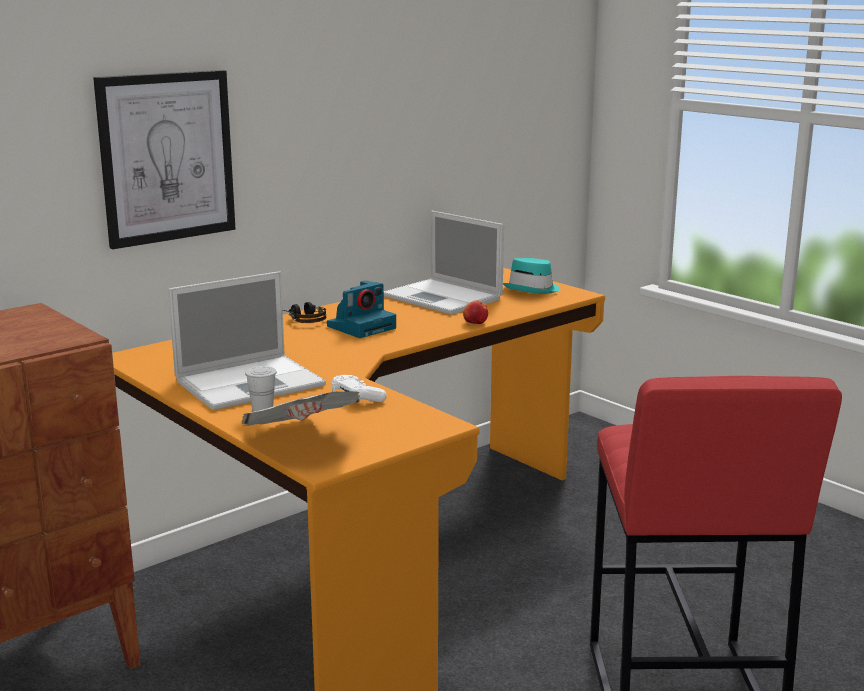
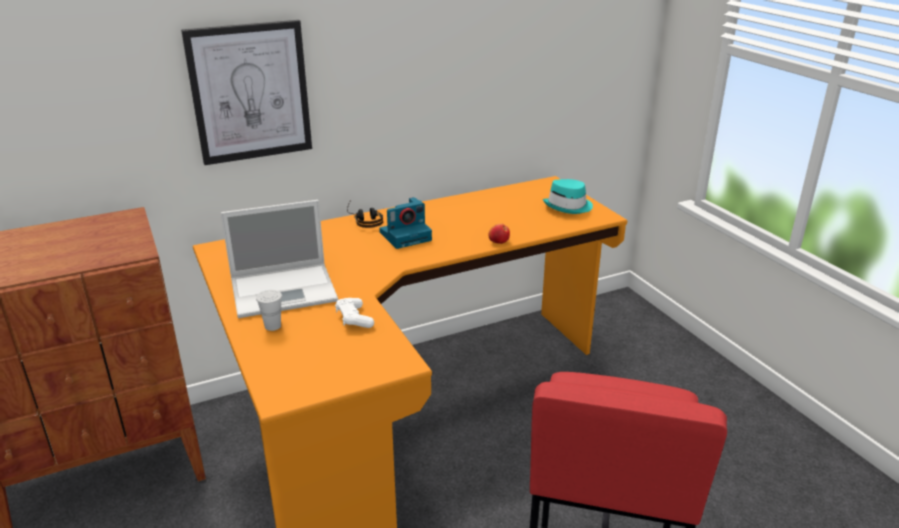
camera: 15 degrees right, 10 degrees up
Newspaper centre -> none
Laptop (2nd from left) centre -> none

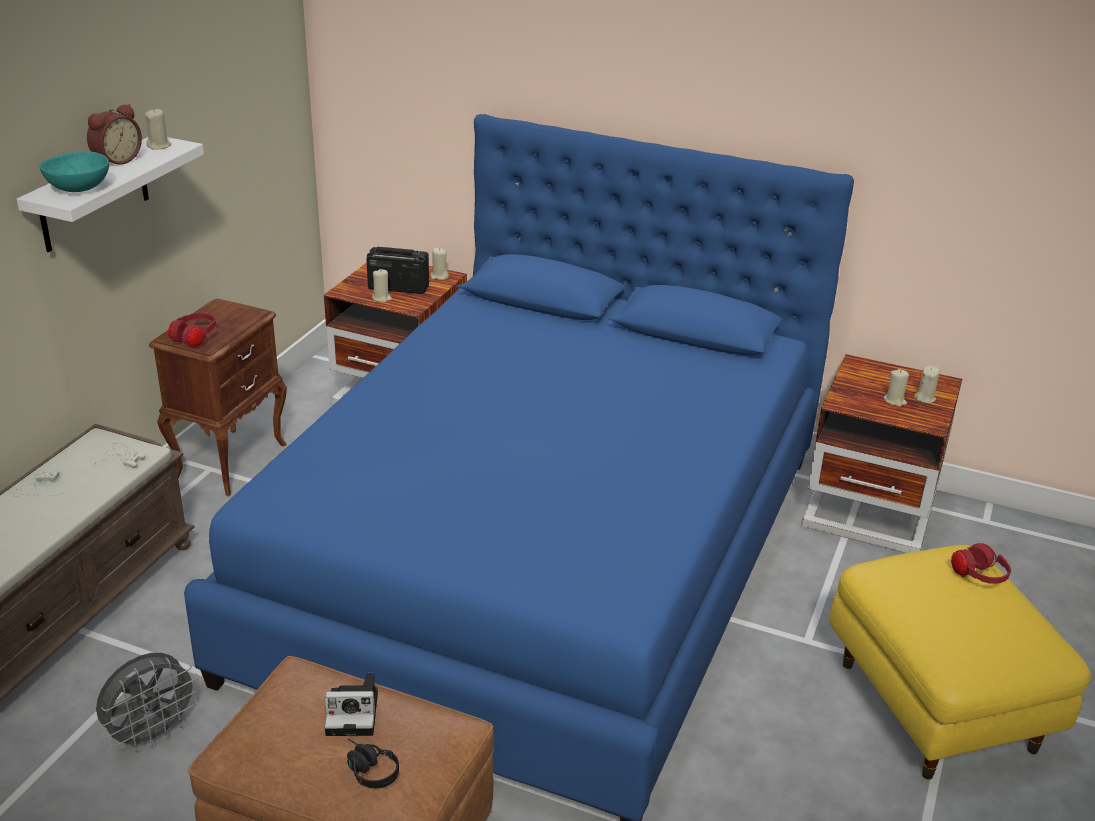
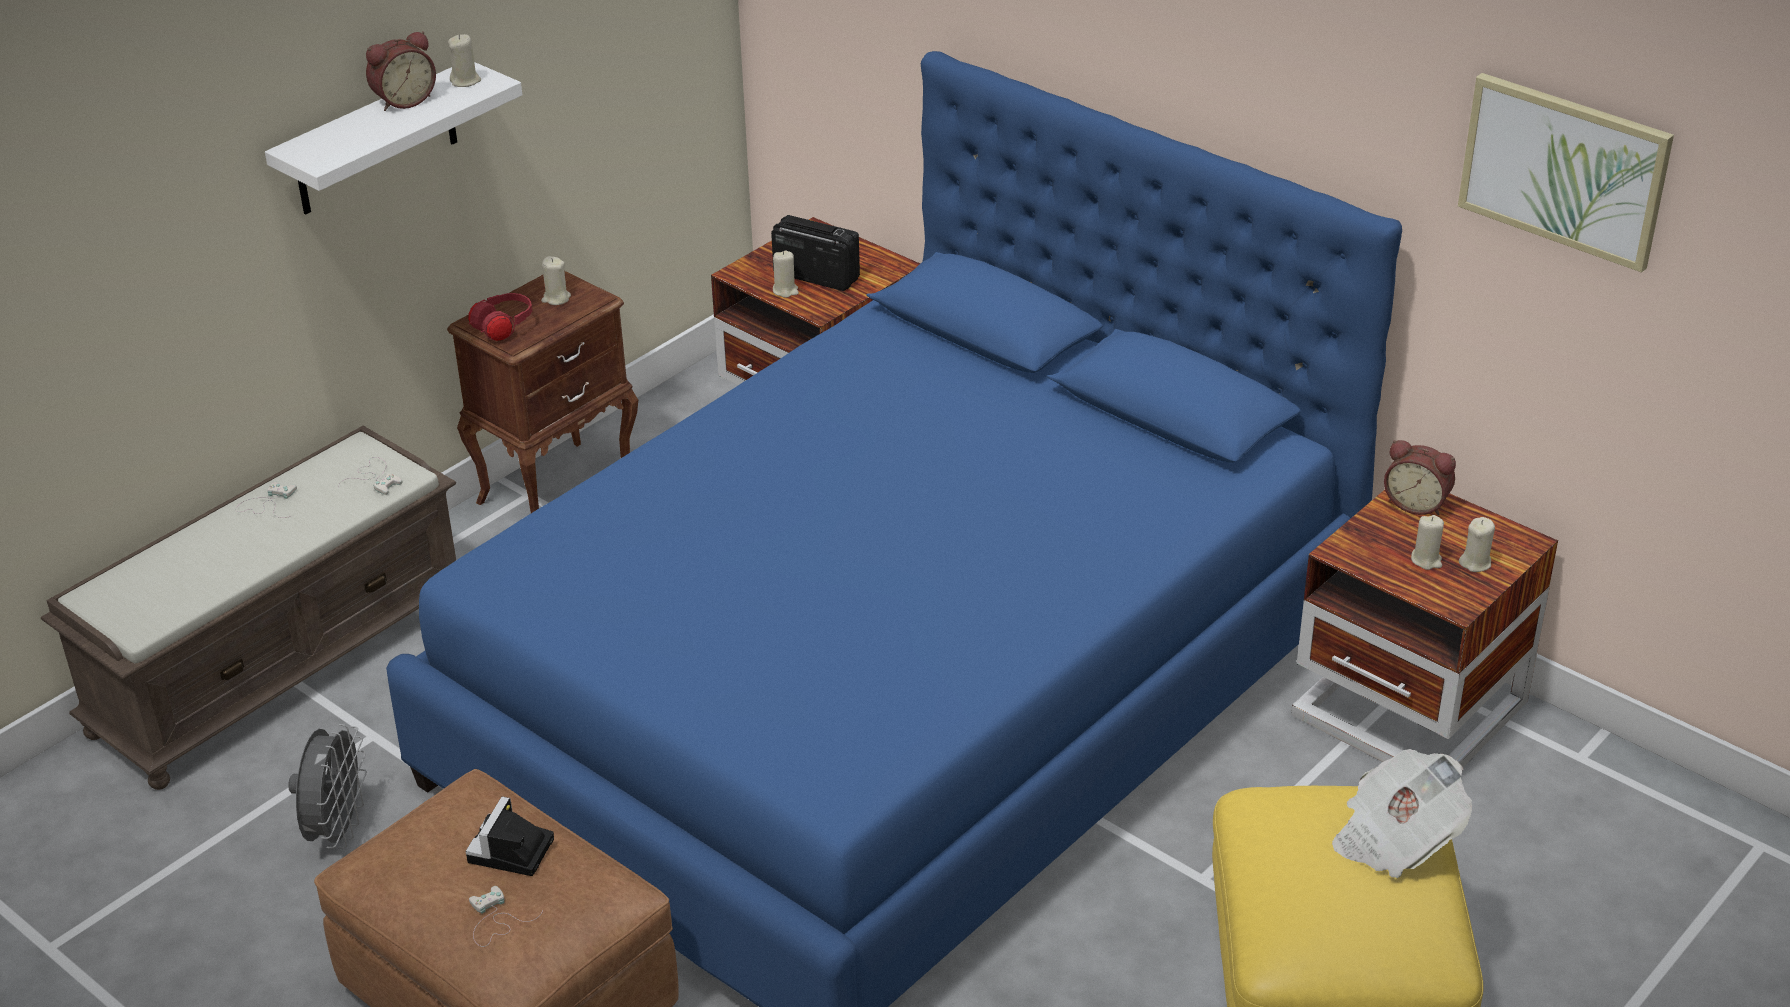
camera: 20 degrees right, 5 degrees up
TurquoiseBowl top left -> none
none -> AlarmClock (2nd from left) middle right
none -> Picture top right
BeigeCandle (3rd from left in the first image) top centre -> BeigeCandle (2nd from left) top left, move
BlackHeadphones bottom centre -> WhiteGameController (3rd from left) bottom left
RedHeadphones (2nd from left) bottom right -> Newspaper bottom right
GreyFan bottom left, 60 degrees counterclockwise
PhotoCamera bottom left, 90 degrees clockwise

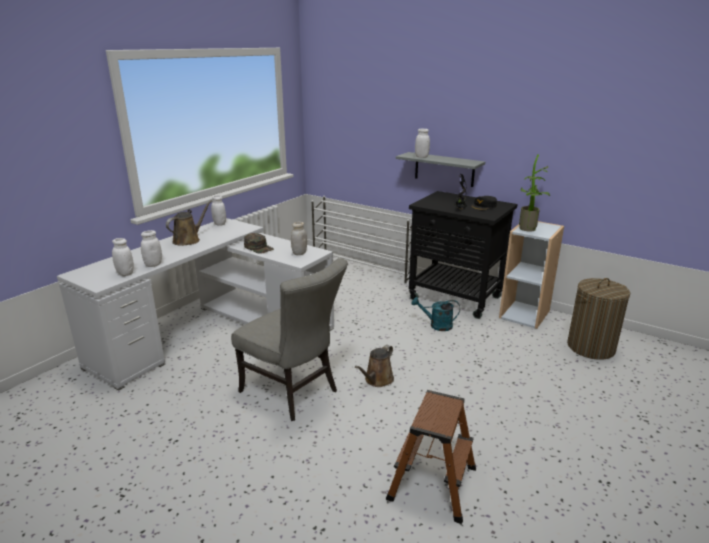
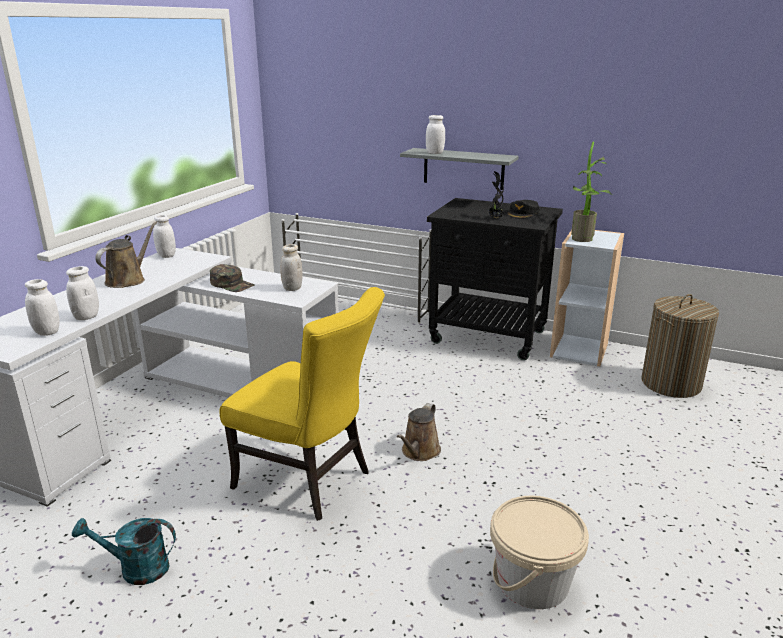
camera: 10 degrees left, 0 degrees up
TurquoiseWateringCan centre -> TurquoiseWateringCan bottom left, move
BrownStepLadder bottom centre -> BeigeBucket bottom right
GreyChair centre -> YellowChair centre

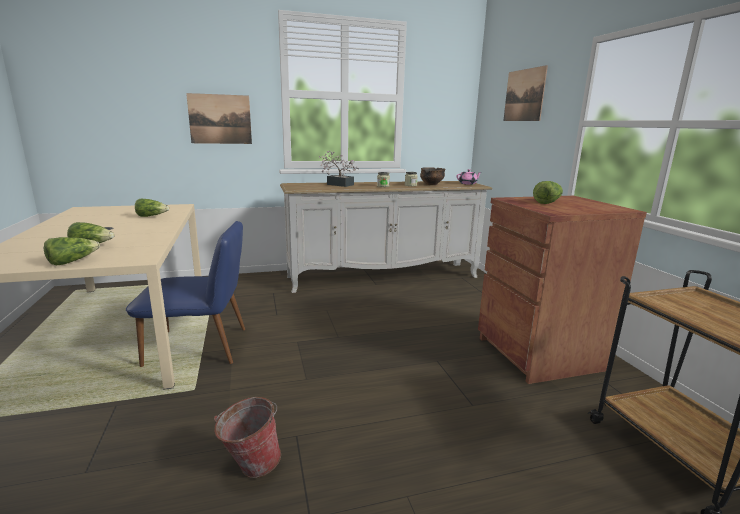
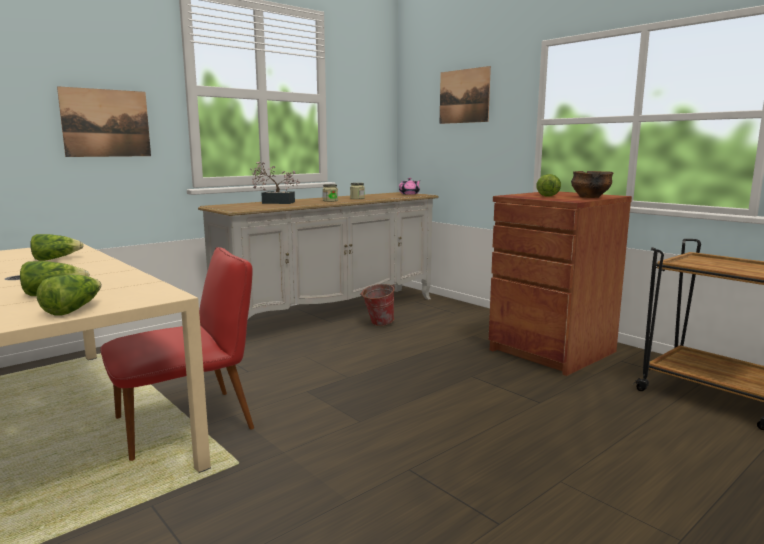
camera: 25 degrees left, 5 degrees down
Bucket bottom centre -> Bucket centre, move
Bowl centre -> Bowl middle right, move
BlueChair middle left -> RedChair middle left

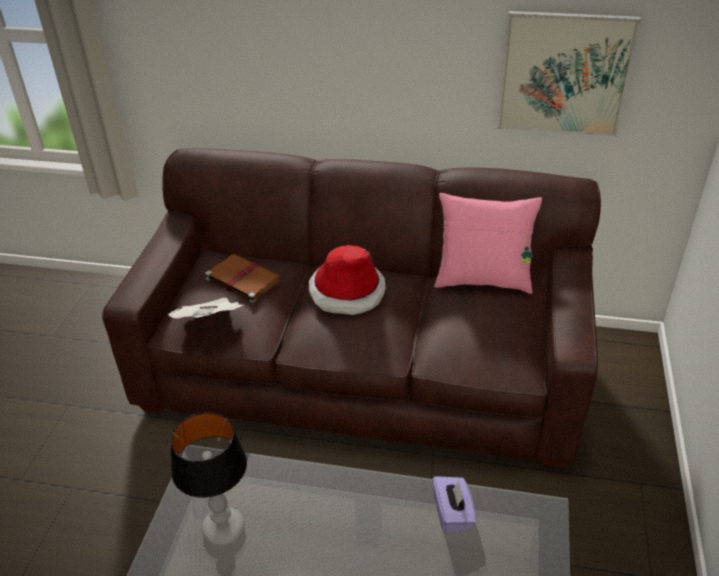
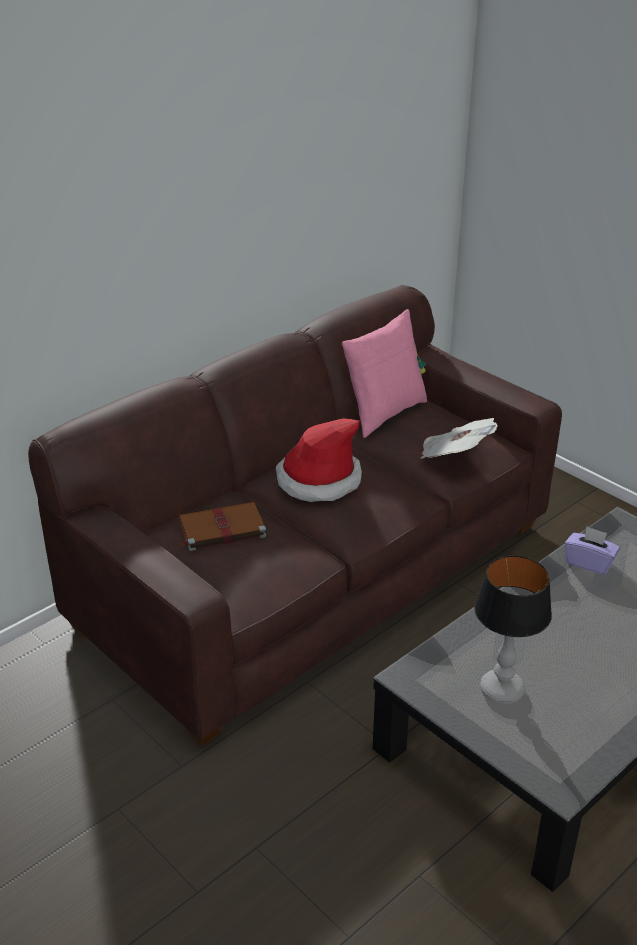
camera: 55 degrees left, 5 degrees down
Picture top right -> none
Newspaper middle left -> Newspaper middle right, move

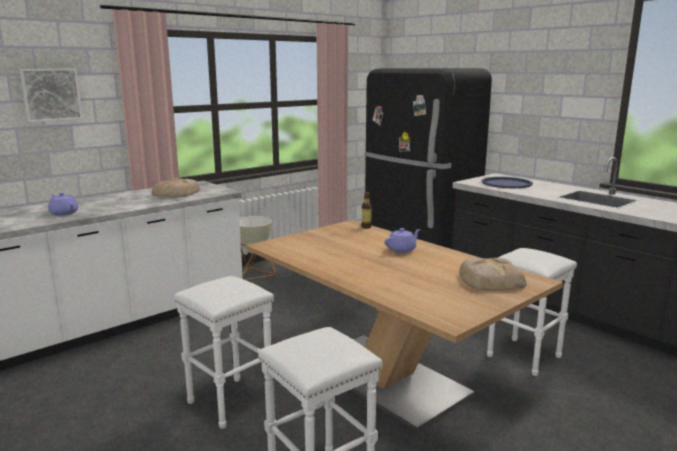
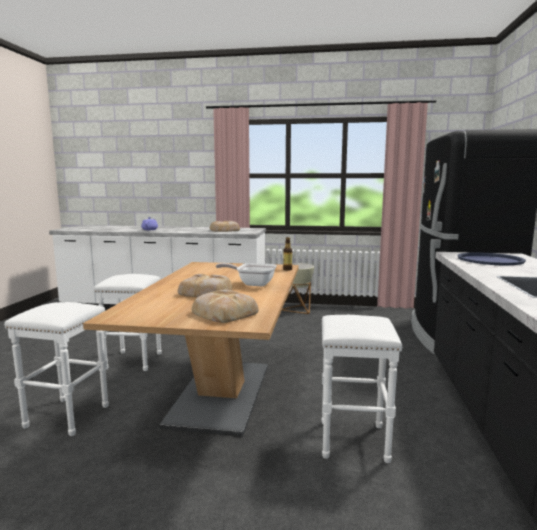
camera: 50 degrees right, 5 degrees down
Picture top left -> none
none -> Bread (1st from left) centre
PurpleTeapot (2nd from left) centre -> FryingPan centre

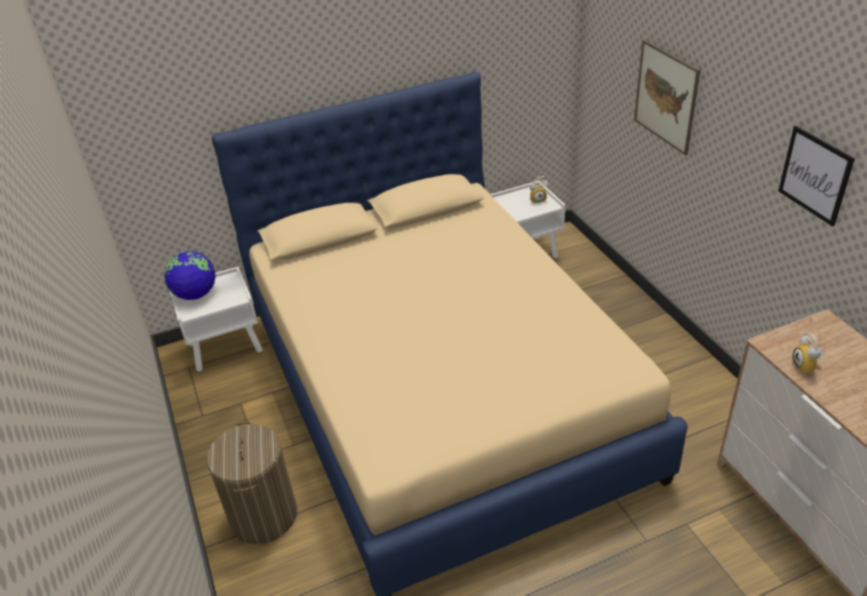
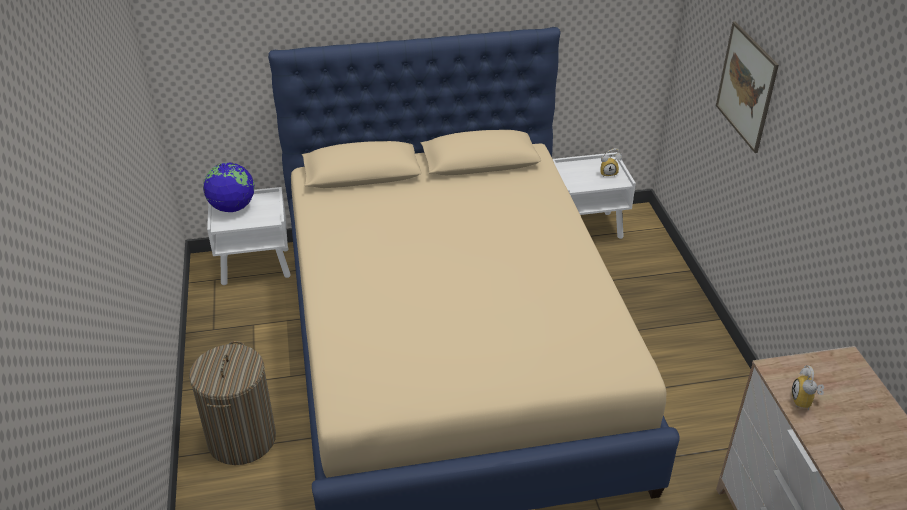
camera: 10 degrees right, 0 degrees up
Picture (2nd from left) top right -> none

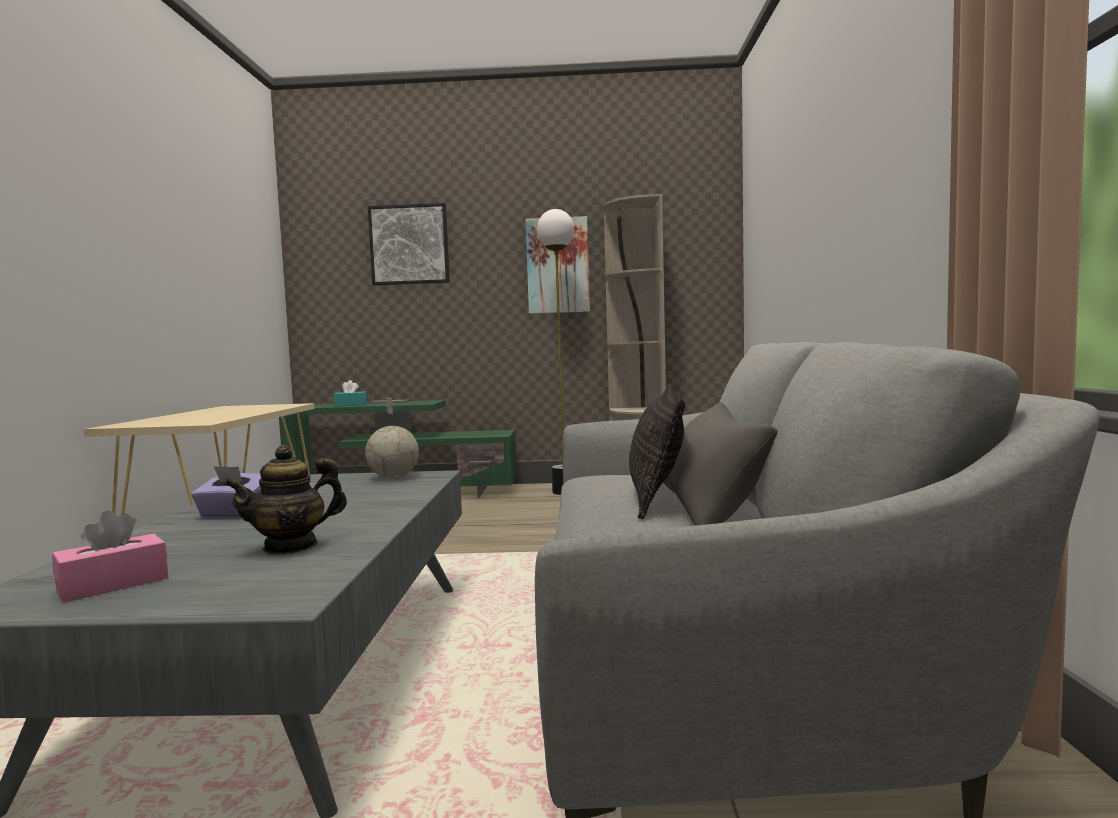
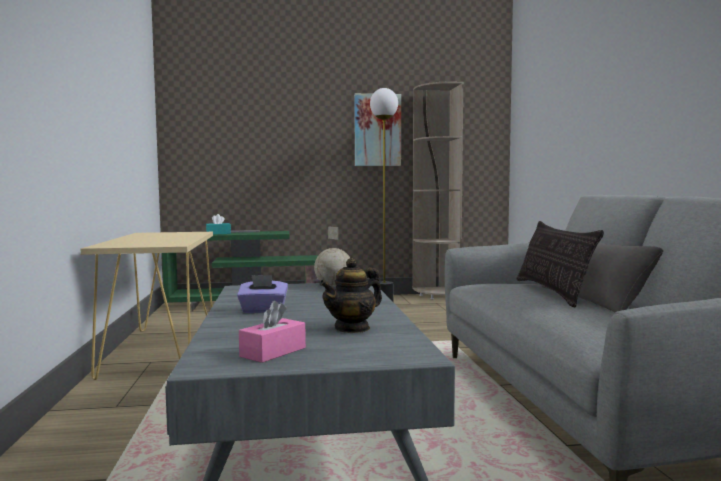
camera: 10 degrees left, 0 degrees up
Picture (1st from left) top centre -> none

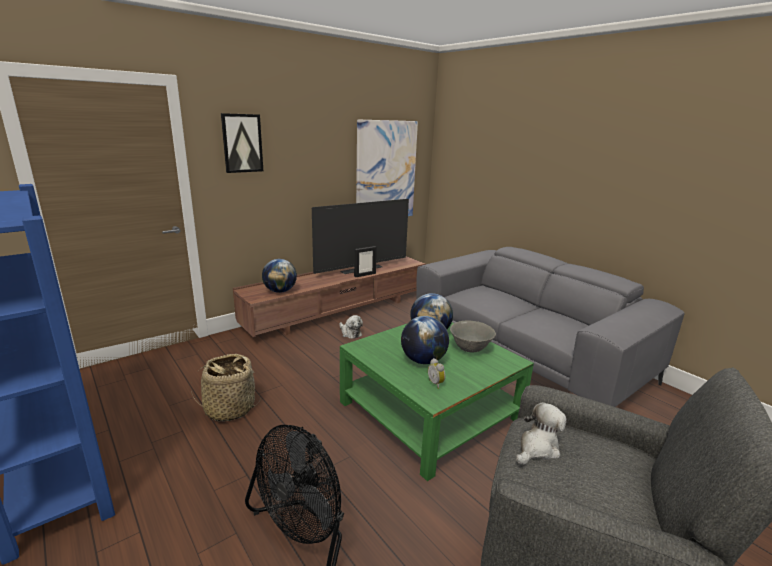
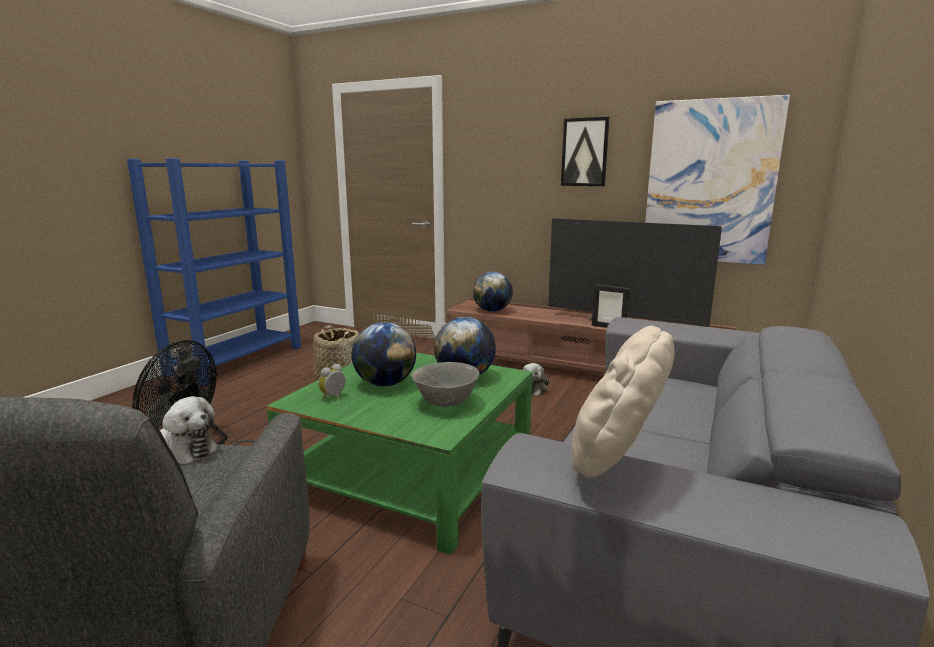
camera: 65 degrees right, 5 degrees down
none -> BeigePillow middle right
Picture (1st from left) top left -> Picture (1st from left) top centre, move

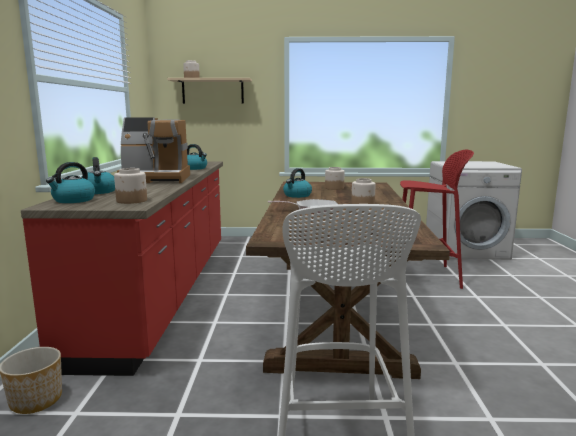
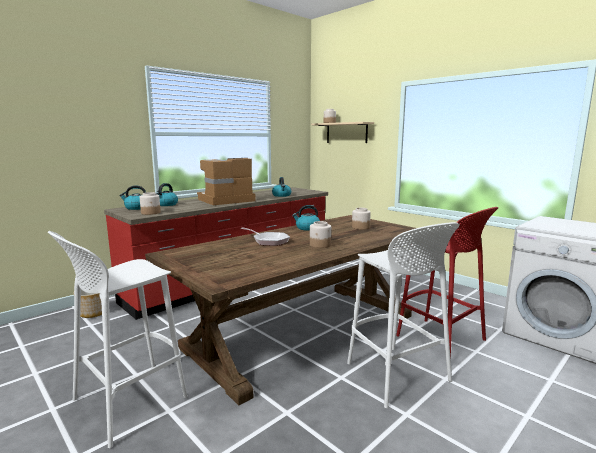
camera: 45 degrees right, 0 degrees up
none -> WhiteStool (2nd from left) bottom right
CoffeeMachine middle left -> CoffeeMachine centre, 105 degrees clockwise

